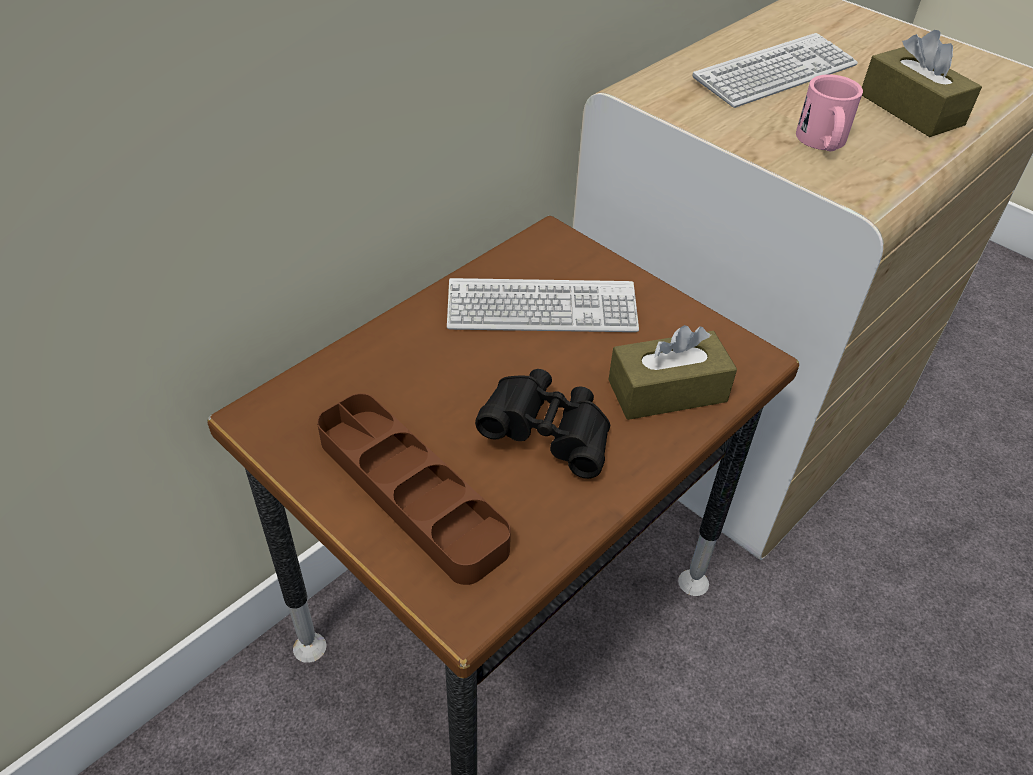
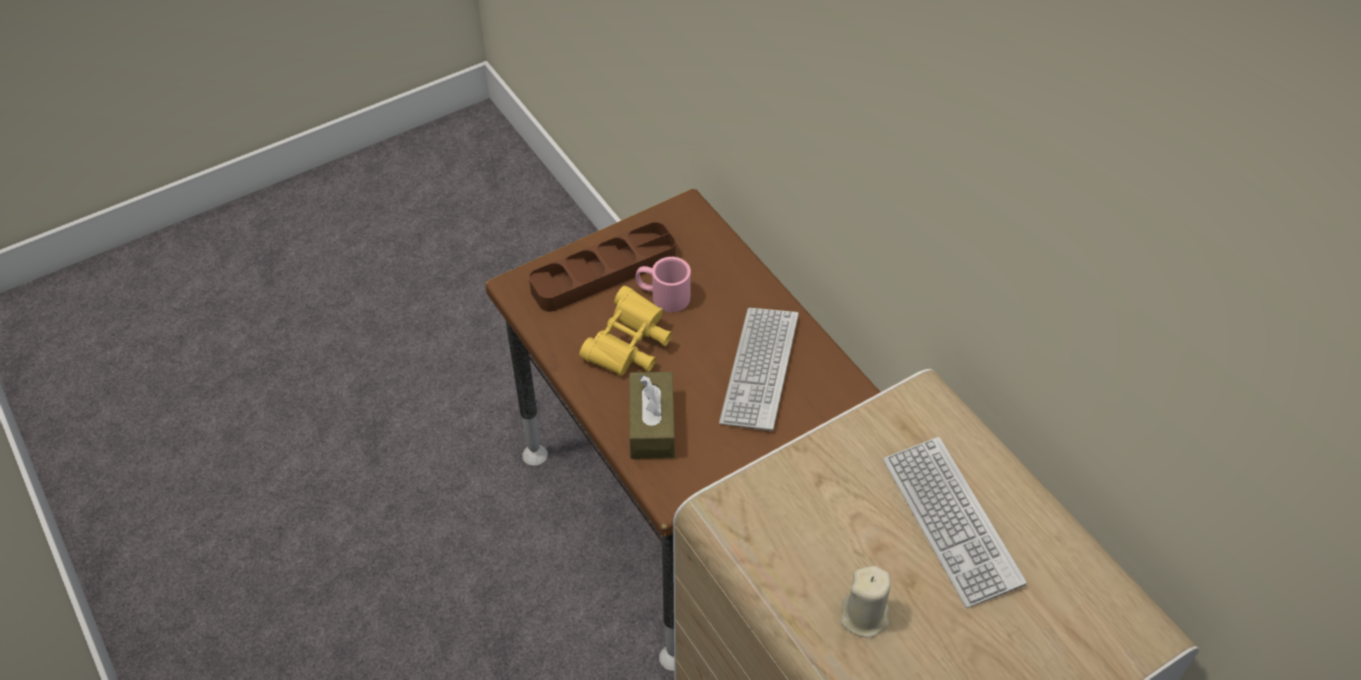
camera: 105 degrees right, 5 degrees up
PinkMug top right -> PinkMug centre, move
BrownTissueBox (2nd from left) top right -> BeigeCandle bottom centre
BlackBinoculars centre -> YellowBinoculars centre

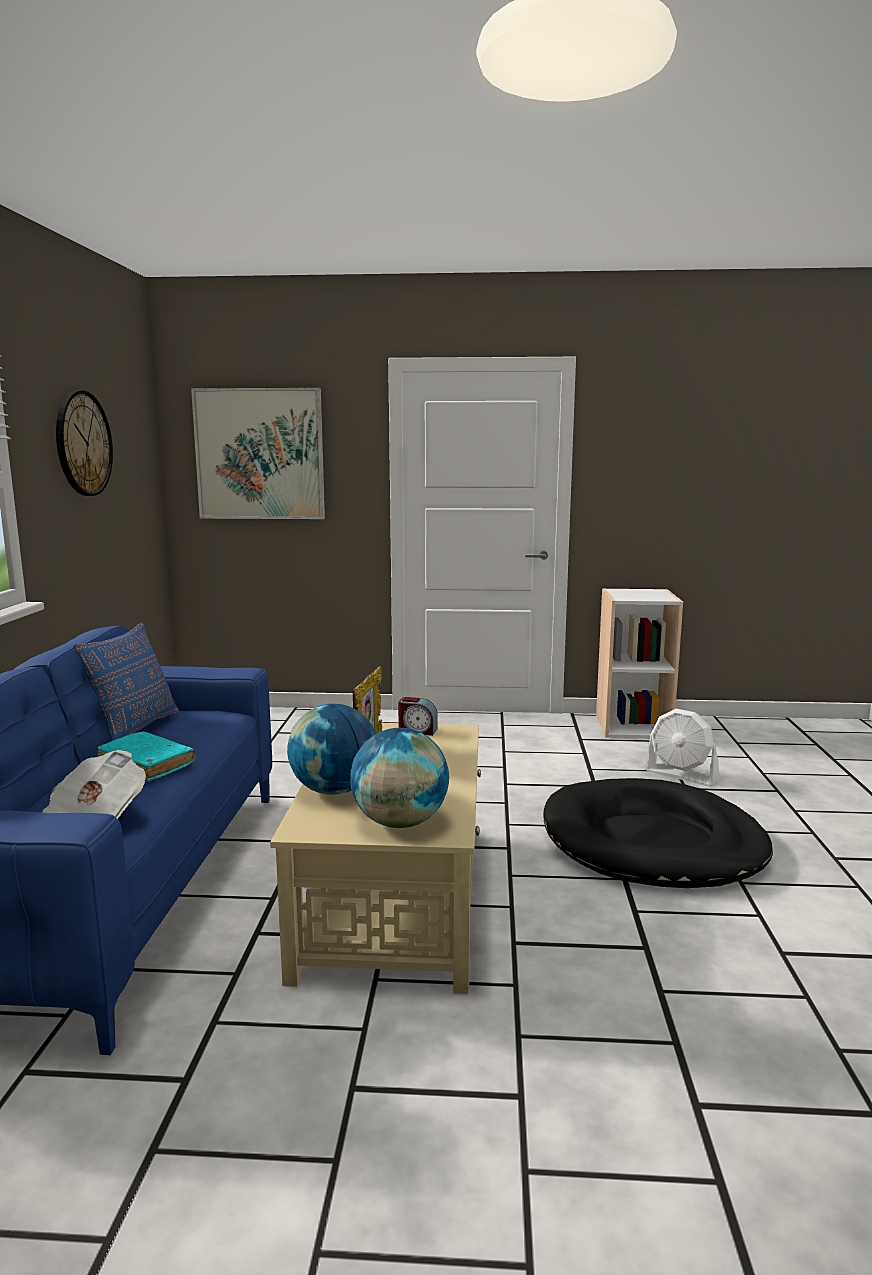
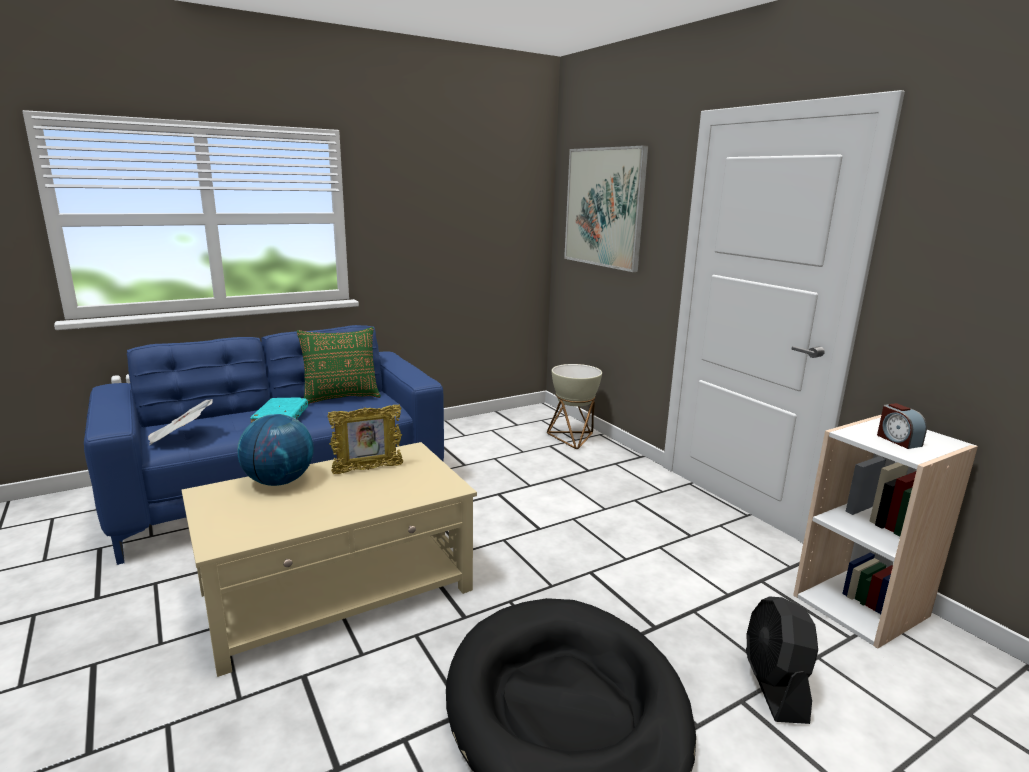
camera: 55 degrees right, 5 degrees up
WallClock middle left -> none
Globe (2nd from left) centre -> none
none -> Planter centre
AlarmClock centre -> AlarmClock middle right, move
BluePillow middle left -> GreenPillow middle left
WhiteFan middle right -> BlackFan bottom right

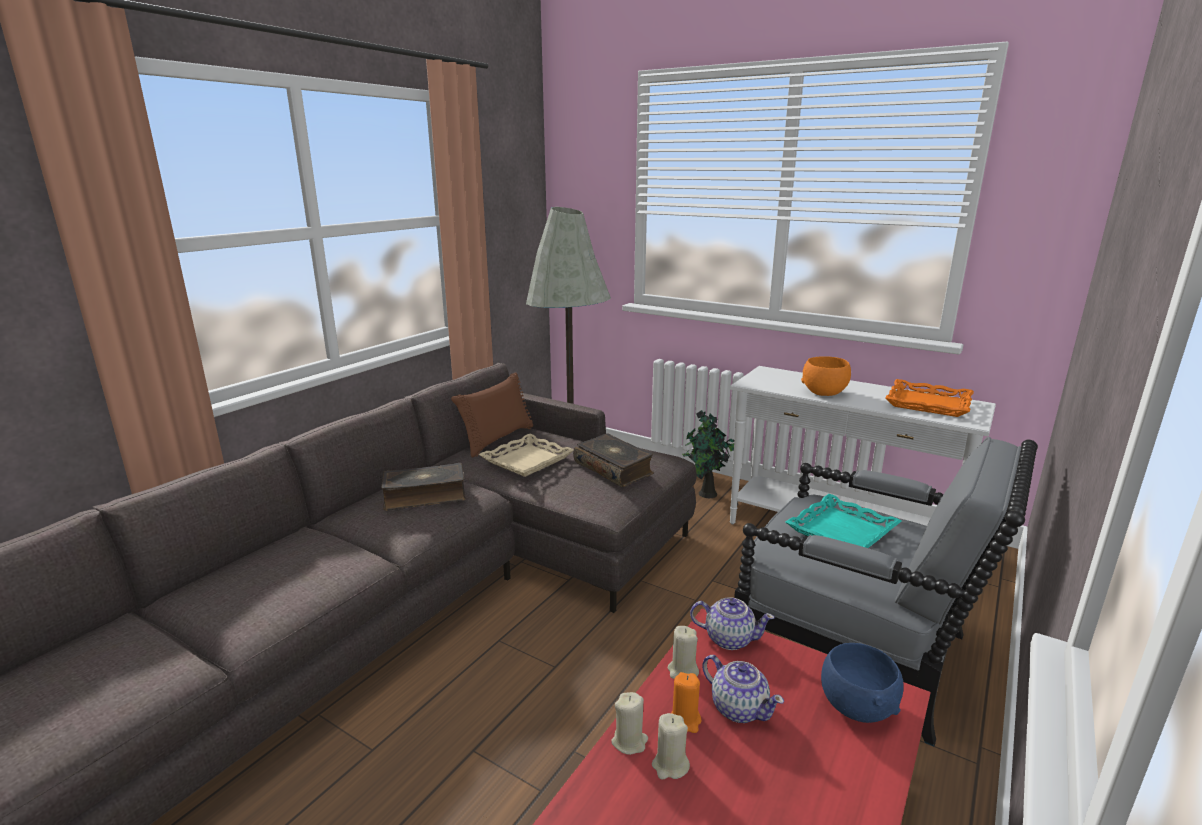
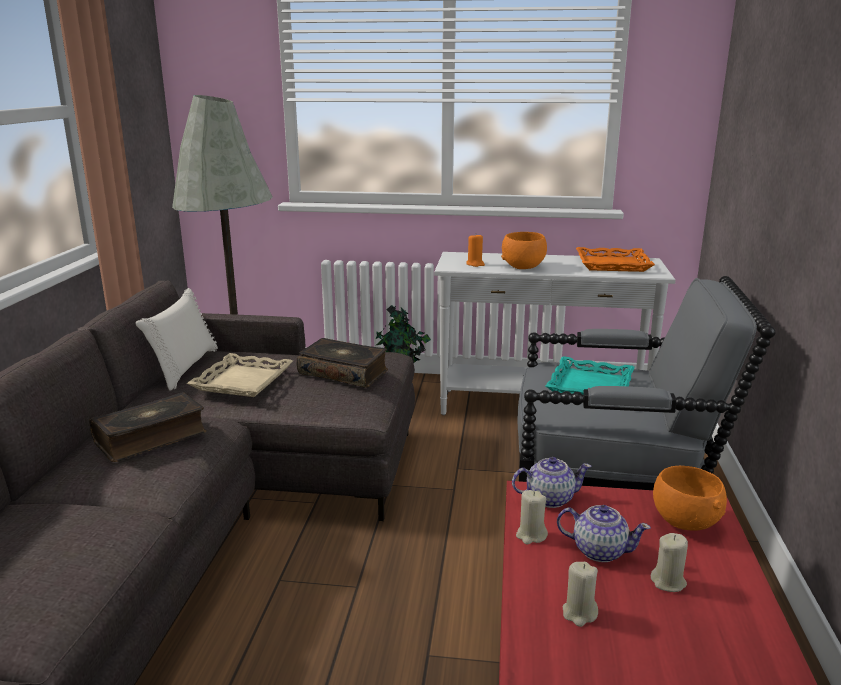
camera: 25 degrees left, 0 degrees up
BeigeCandle (1st from left in the first image) bottom centre -> BeigeCandle (3rd from left) bottom right, move
OrangeCandle bottom centre -> OrangeCandle centre, move
BrownPillow centre -> WhitePillow middle left
BlueBowl bottom right -> OrangeBowl (2nd from left) bottom right

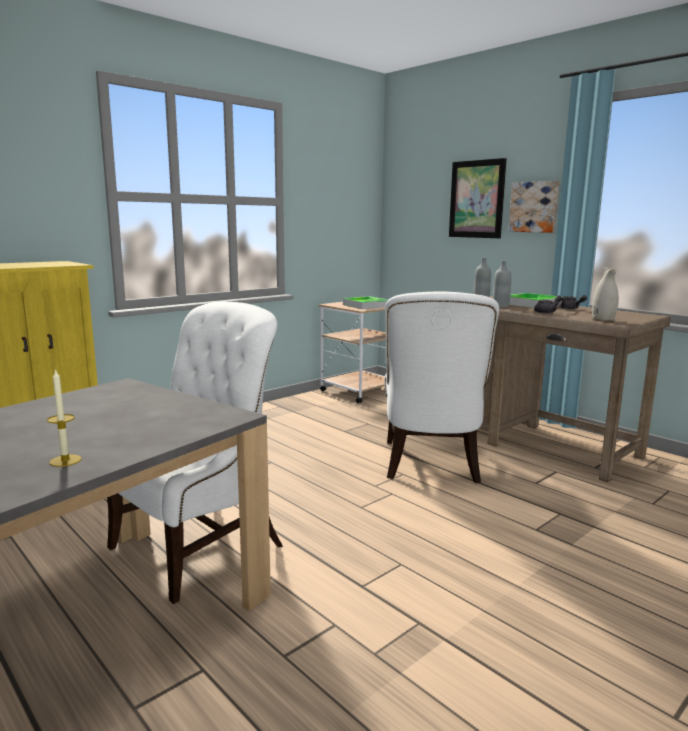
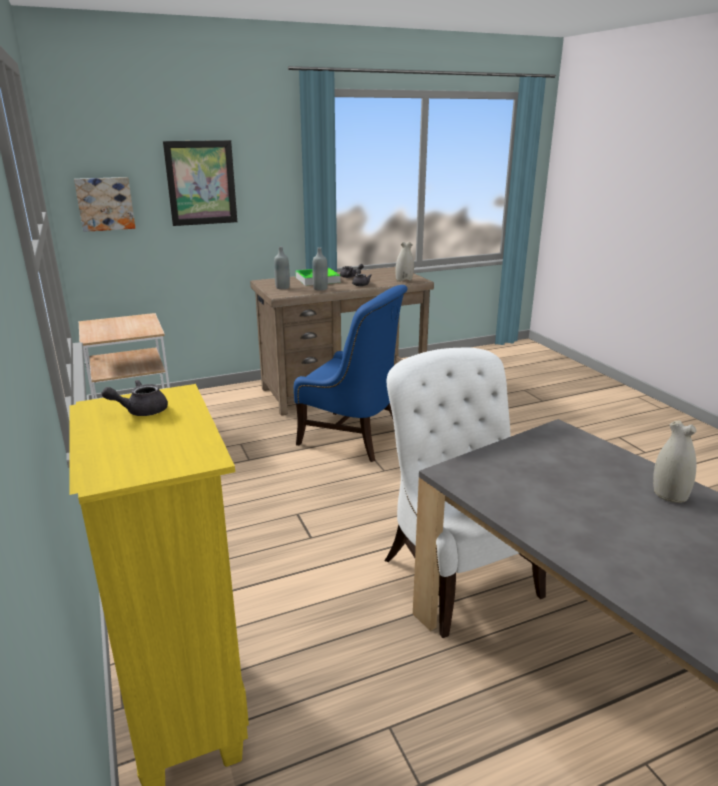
camera: 70 degrees left, 10 degrees up
Tray (1st from left) centre -> none
none -> GreyTeapot (1st from left) middle left
Picture (2nd from left in the first image) top right -> Picture (1st from left) top left, move
Candle middle left -> WhiteVase (2nd from left) middle right
WhiteChair (2nd from left) centre -> BlueChair centre

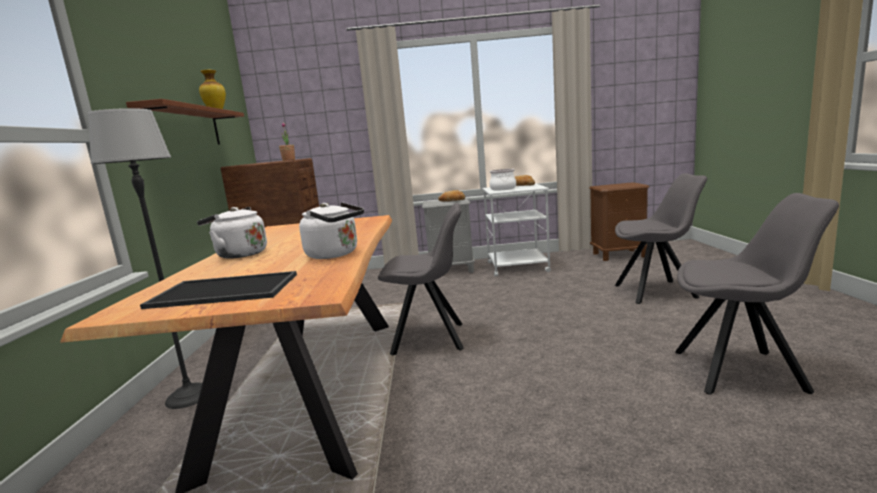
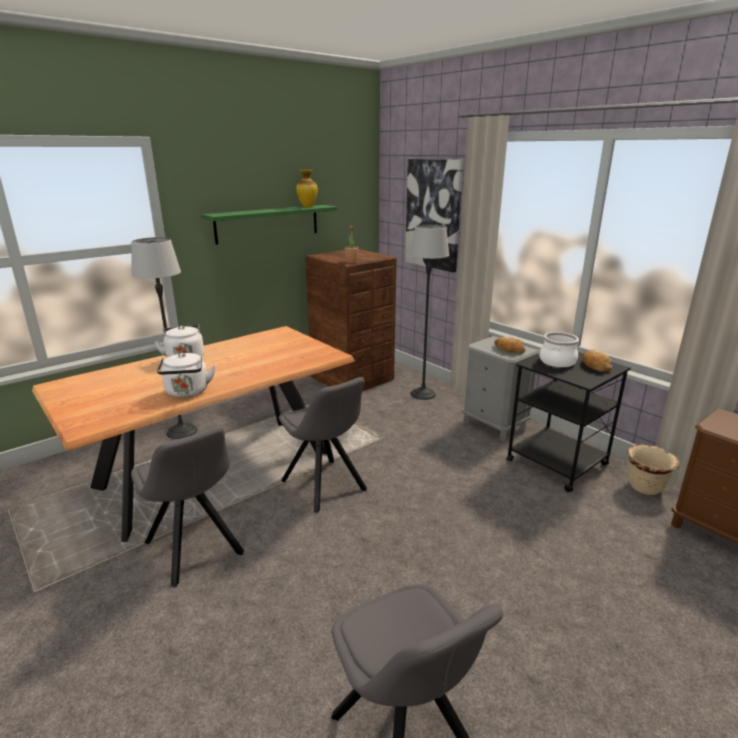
camera: 50 degrees right, 10 degrees up
Tray middle left -> none
none -> Picture top centre
none -> FloorLamp (2nd from left) centre
none -> BeigePlanter middle right
GreyChair (2nd from left in the first image) middle right -> GreyChair (1st from left) bottom left, move
BrownShelf top left -> GreenShelf top centre
WhiteCart centre -> BlackCart middle right

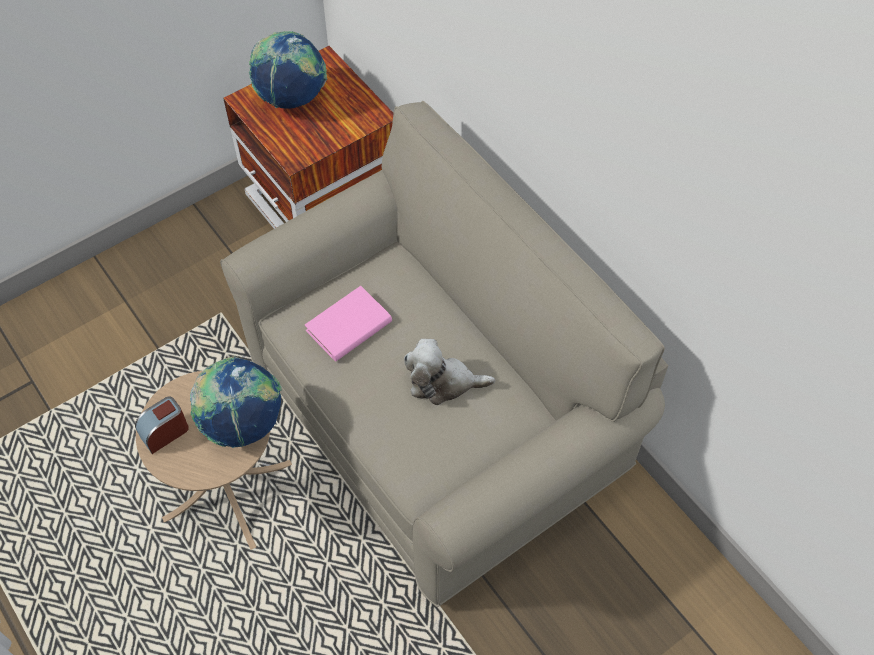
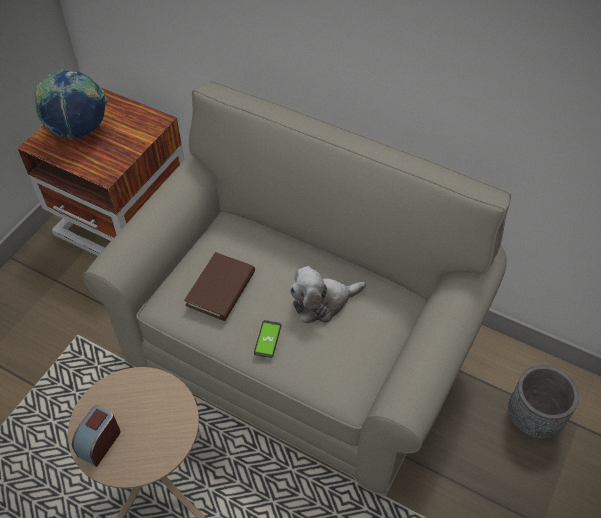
camera: 25 degrees left, 5 degrees down
Globe (1st from left) middle left -> none
none -> Phone centre
none -> GreyPlanter bottom right
PinkBook centre -> BrownBook centre

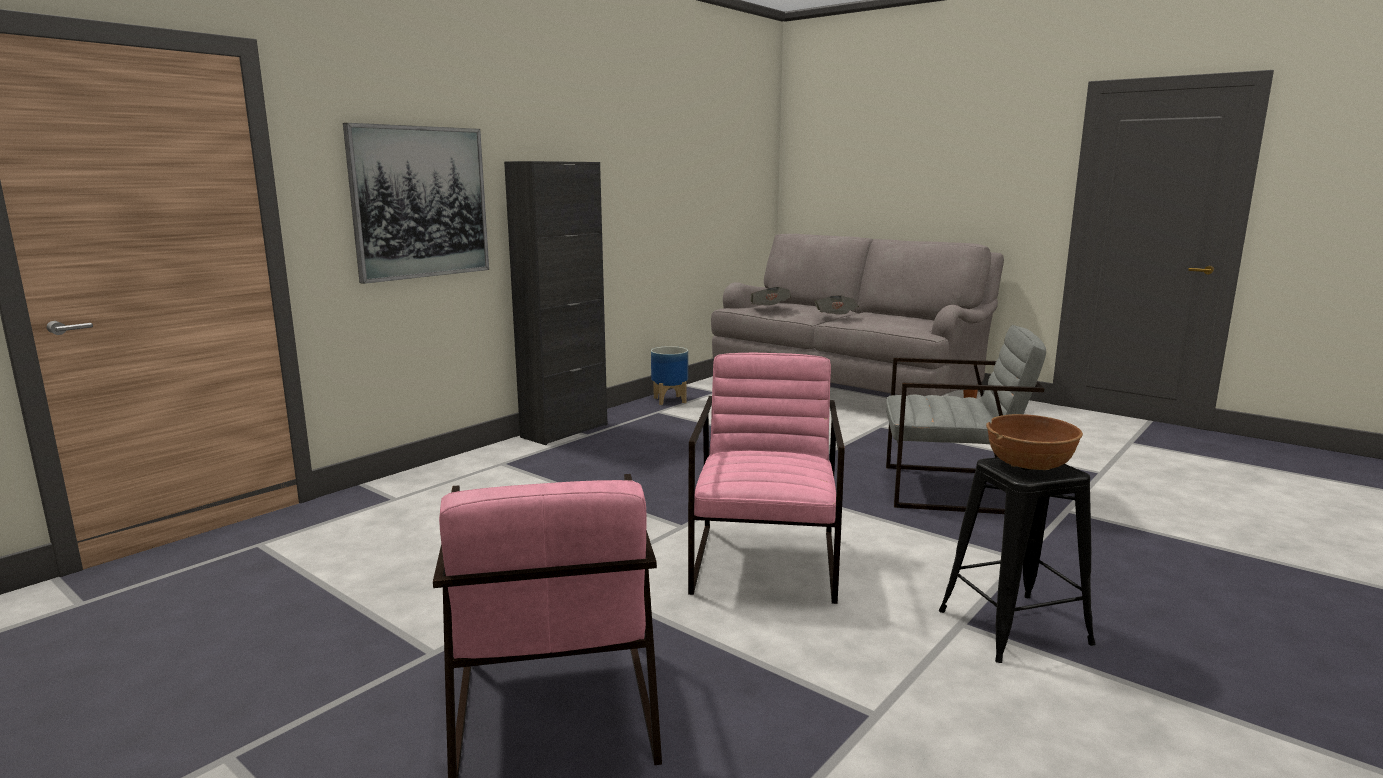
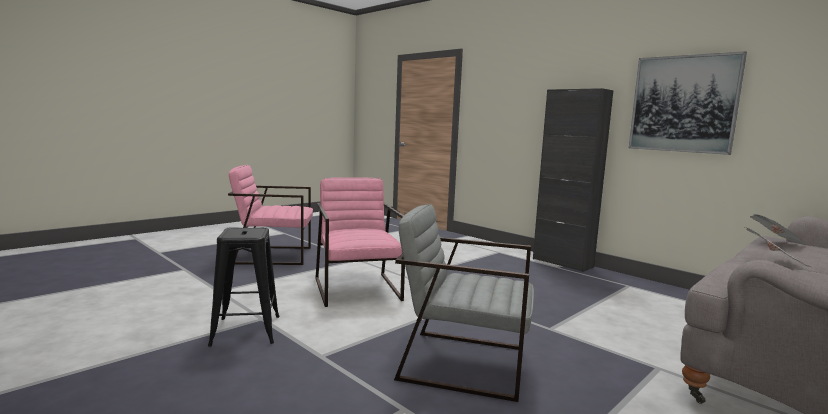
camera: 95 degrees right, 5 degrees down
Planter centre -> none
BrownBowl middle right -> none
Picture top left -> Picture top right, move
PinkArmchair (2nd from left) centre, 120 degrees counterclockwise
GreyArmchair middle right -> GreyArmchair bottom centre, 90 degrees clockwise

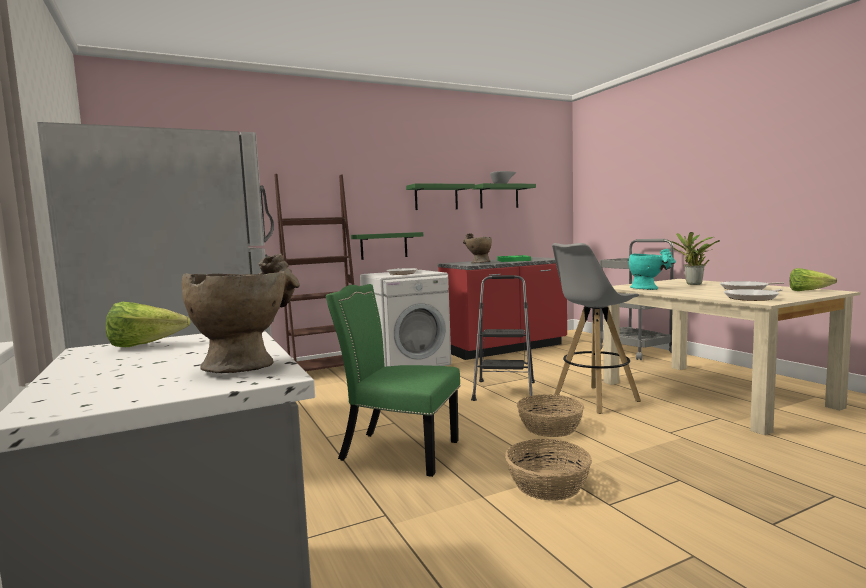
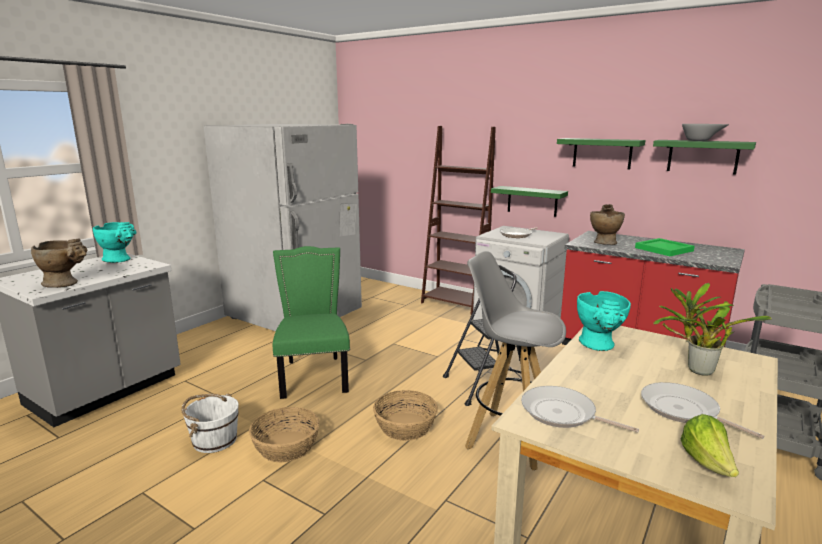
camera: 60 degrees right, 10 degrees up
none -> WhiteBucket bottom left
Lettuce (1st from left) middle left -> TurquoiseVase (1st from left) middle left

